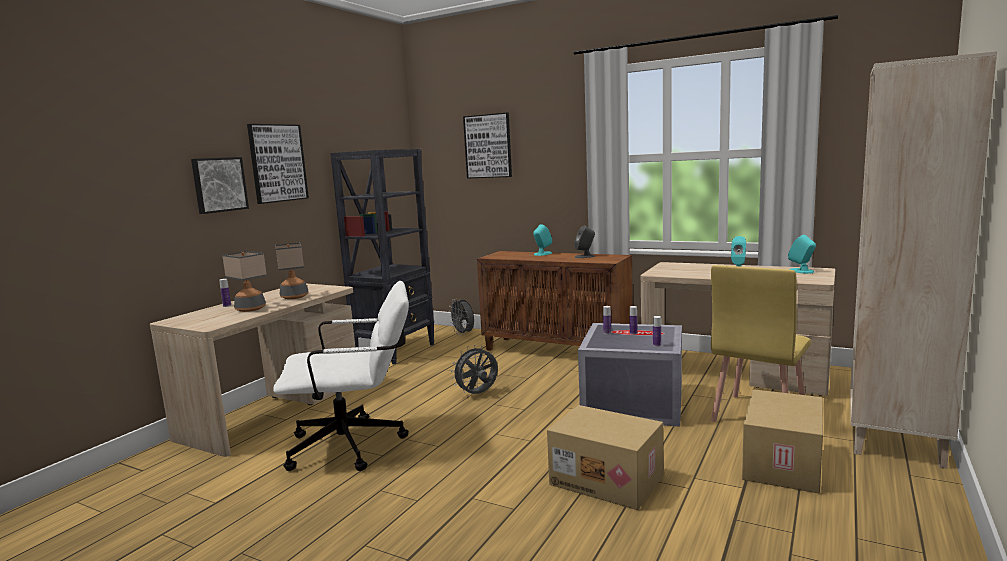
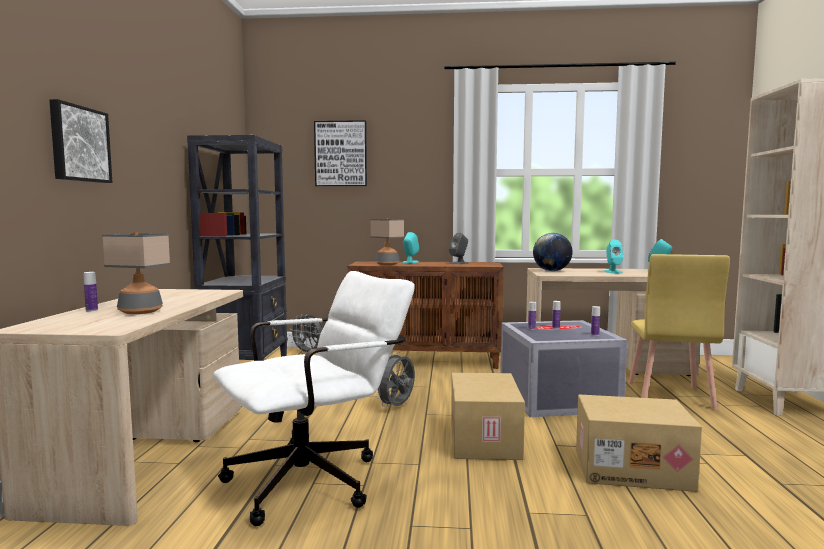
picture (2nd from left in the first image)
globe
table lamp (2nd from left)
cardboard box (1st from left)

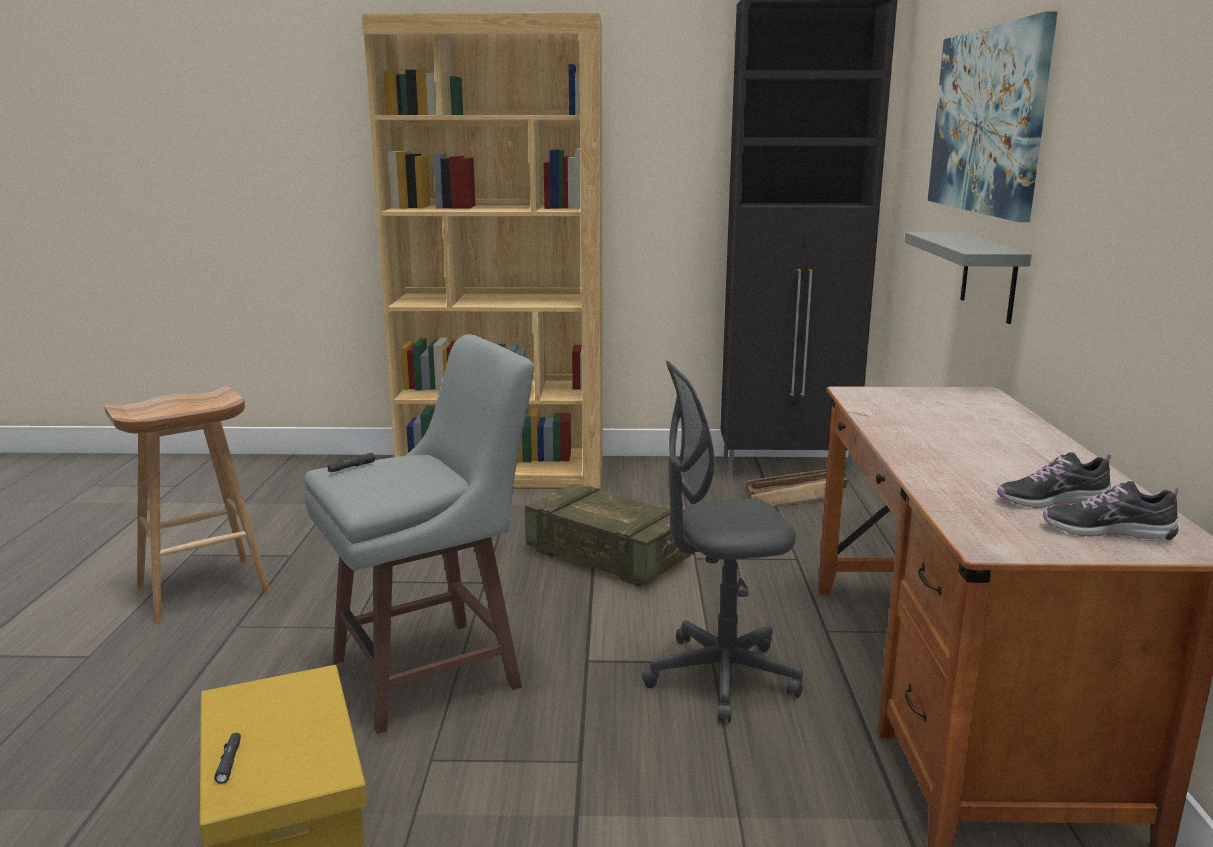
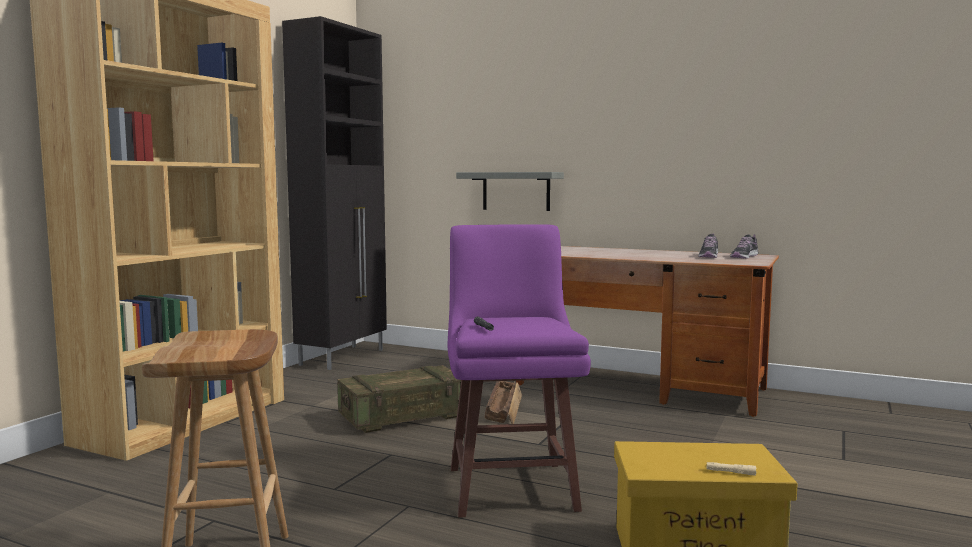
office chair (grey)
picture
crate (2nd from left)
flashlight (beige)
stool (purple)

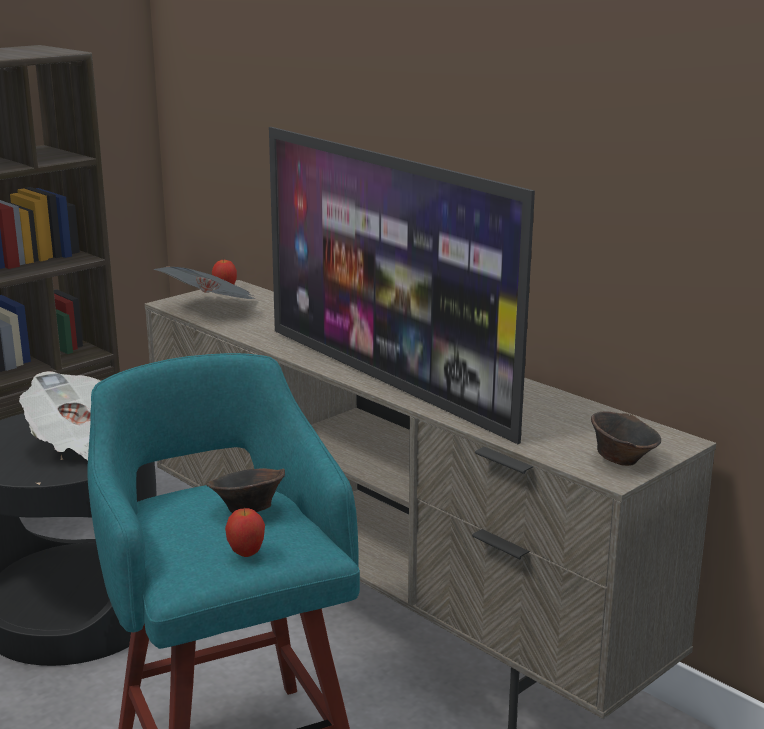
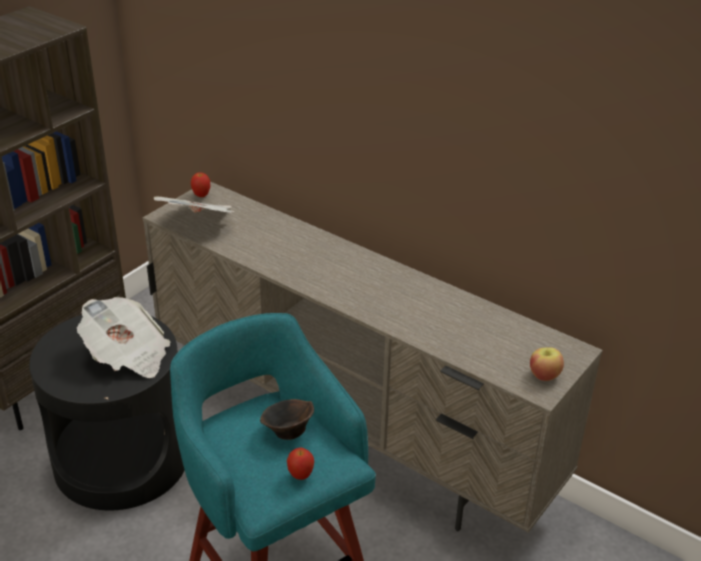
television
apple (3rd from left)

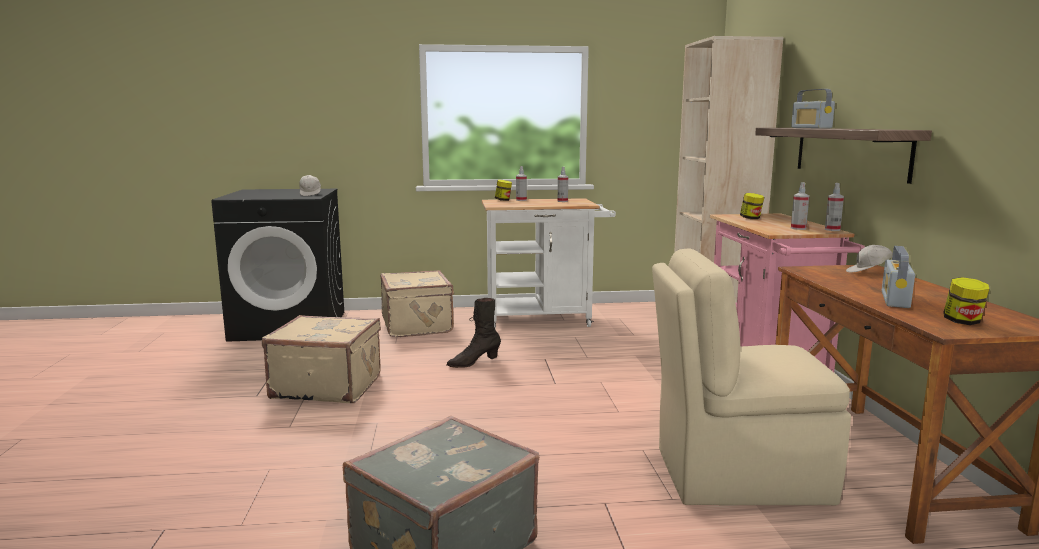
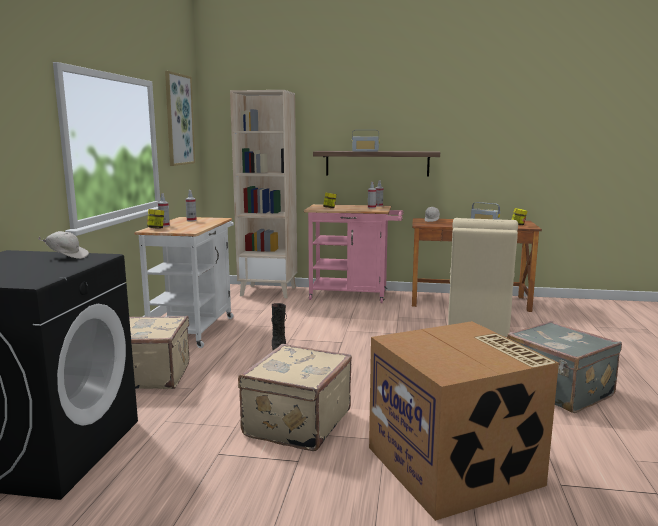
picture
cardboard box

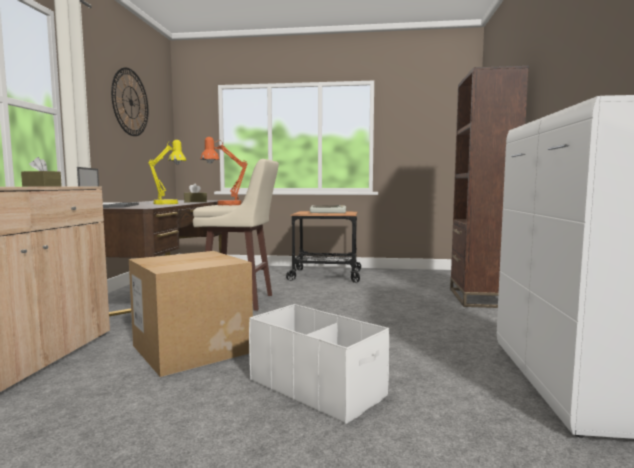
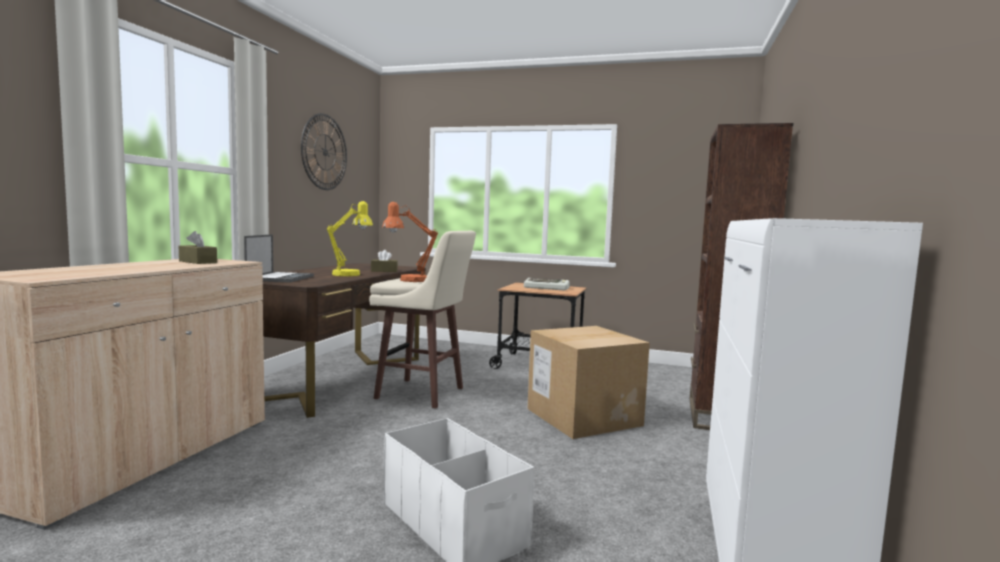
cardboard box

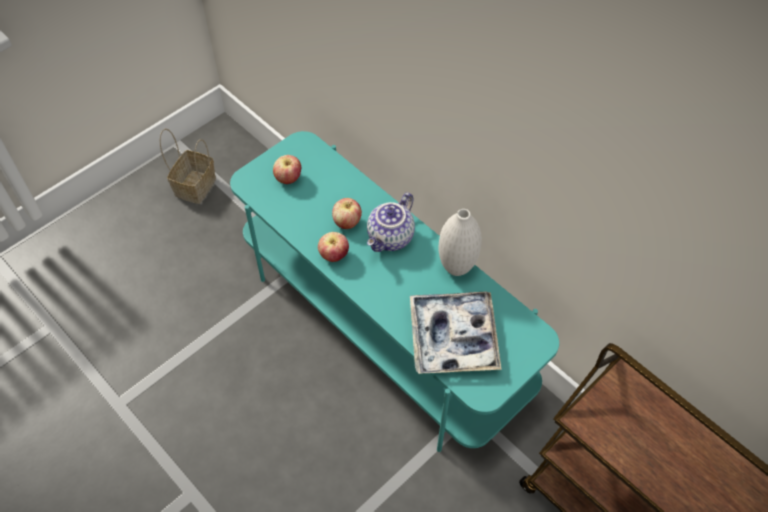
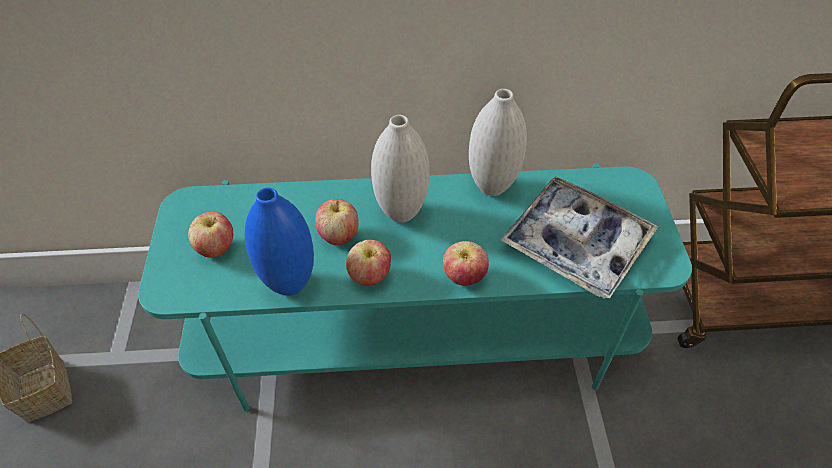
vase (blue)
apple (4th from left)
vase (white) (1st from left)

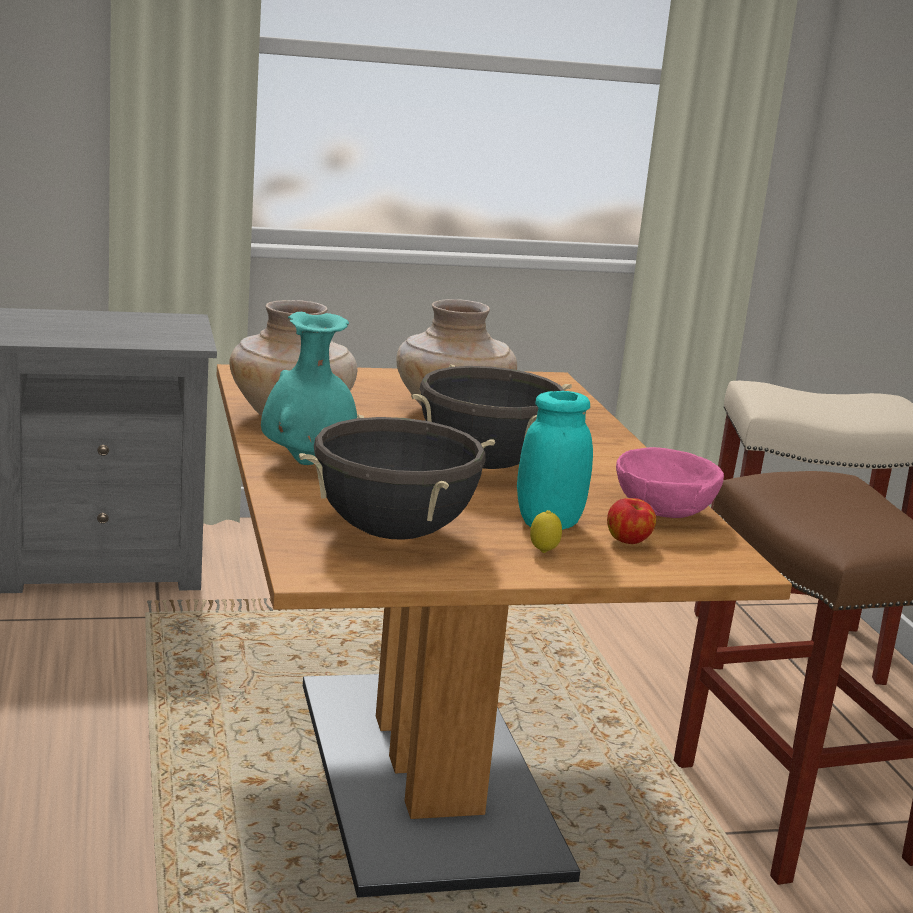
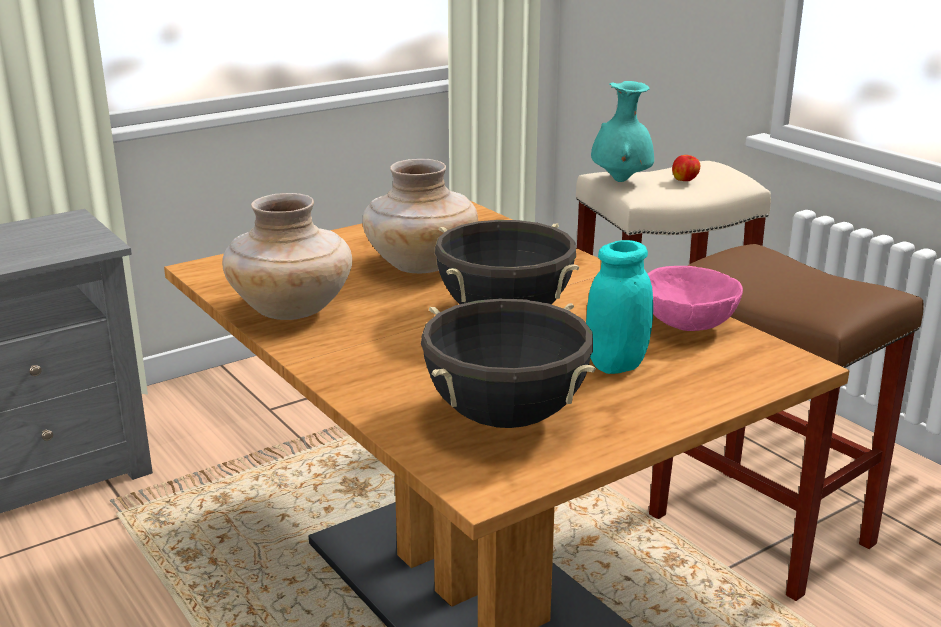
lemon
vase (turquoise)
apple

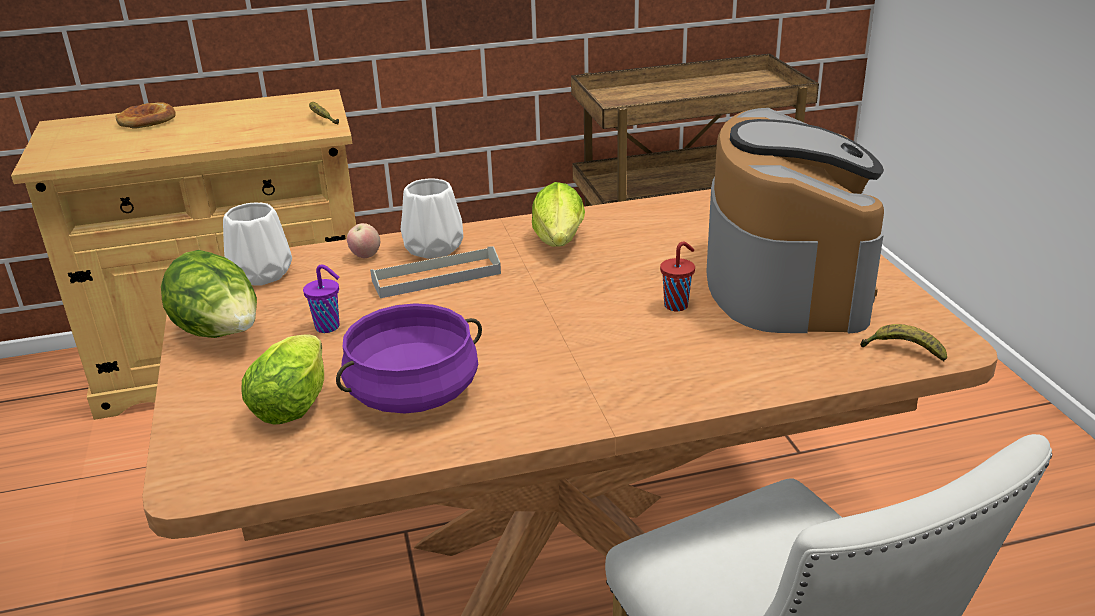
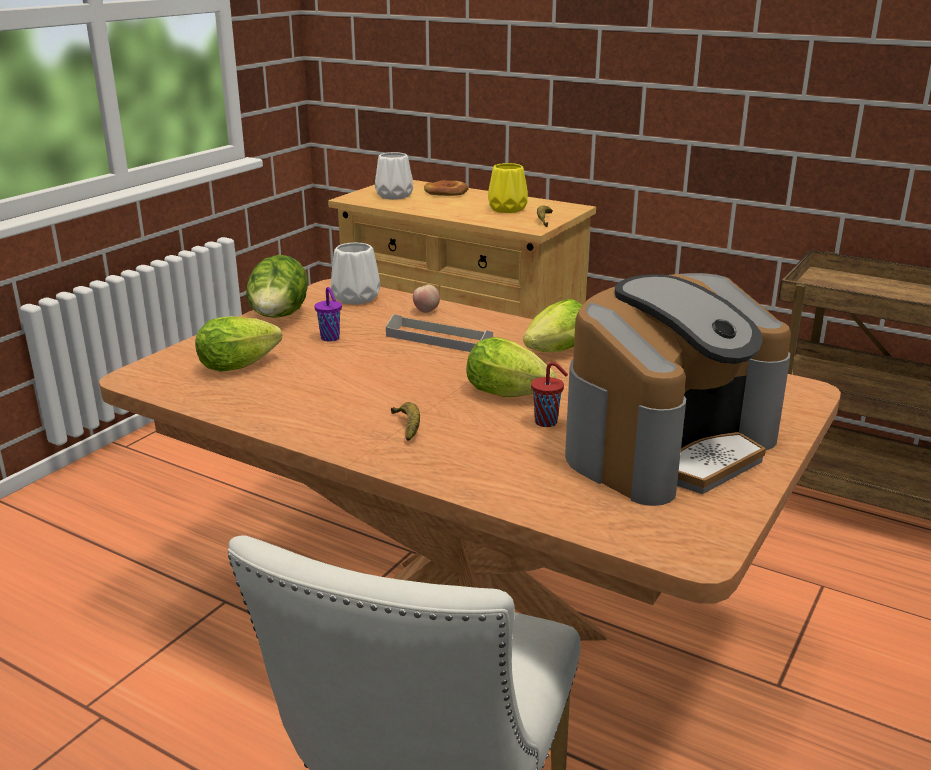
cooking pot (purple)
lettuce (3rd from left)
vase (yellow)
vase (white) (2nd from left)
banana (1st from left)

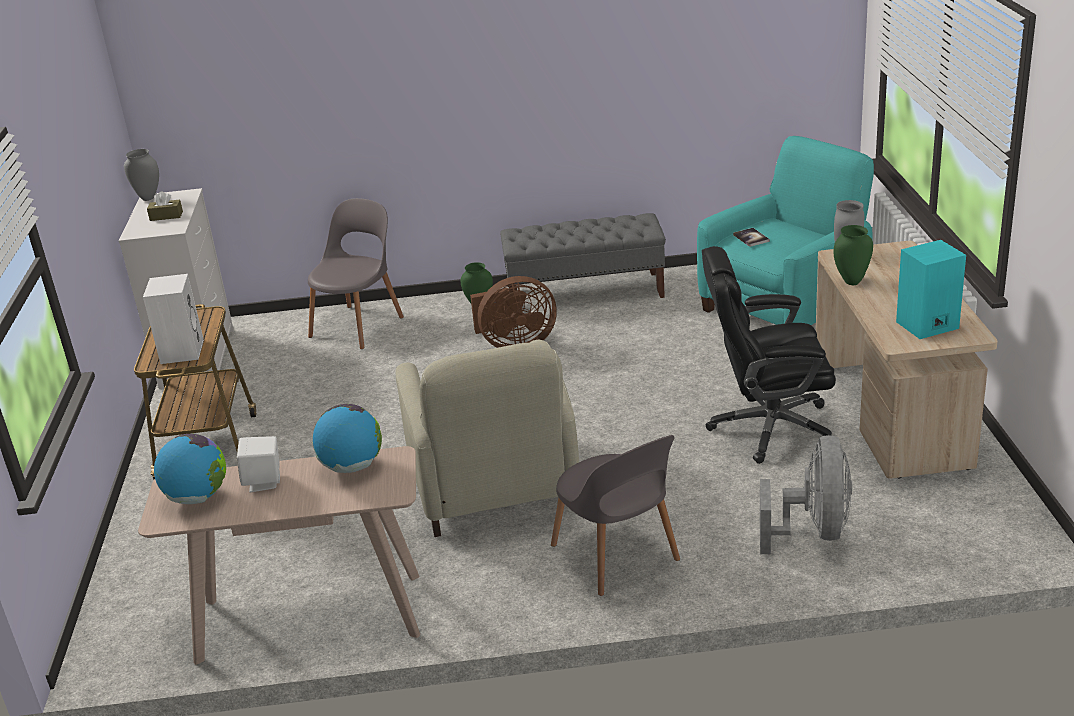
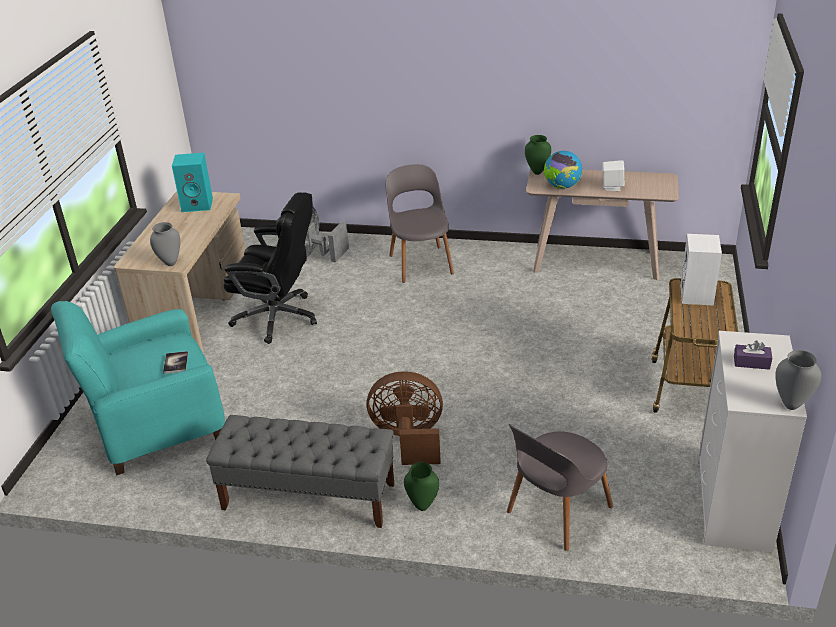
globe (1st from left in the first image)
armchair (beige)
vase (green) (2nd from left)
tissue box (purple)

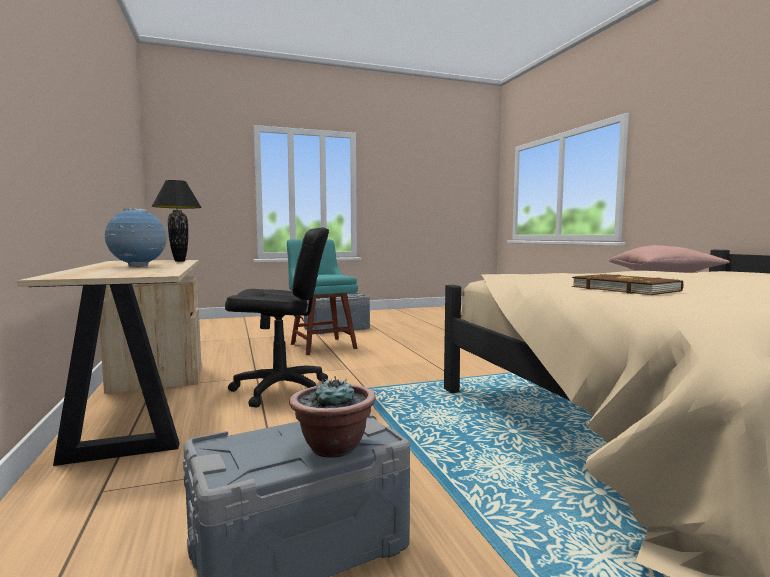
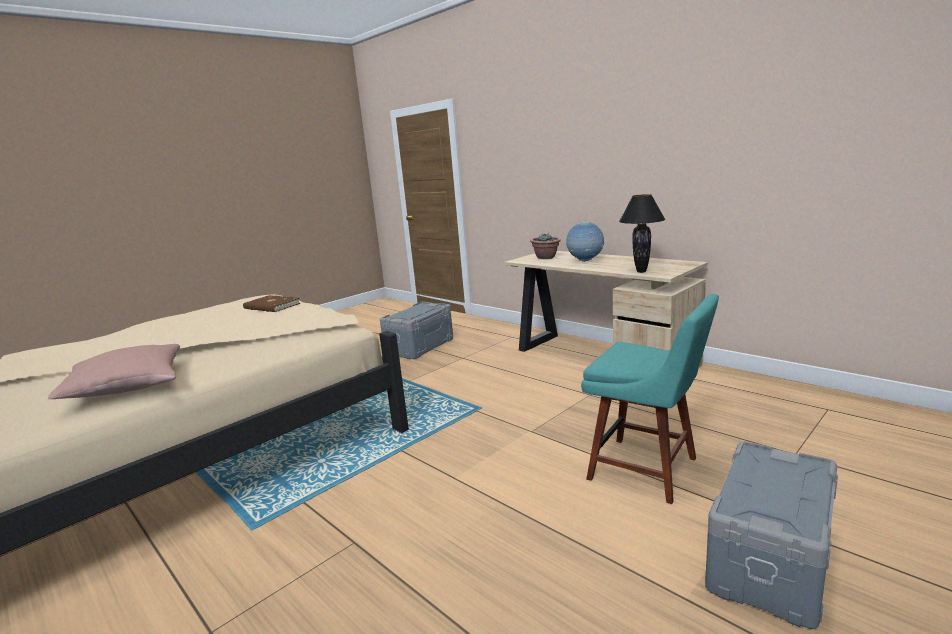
office chair (black)
potted plant

